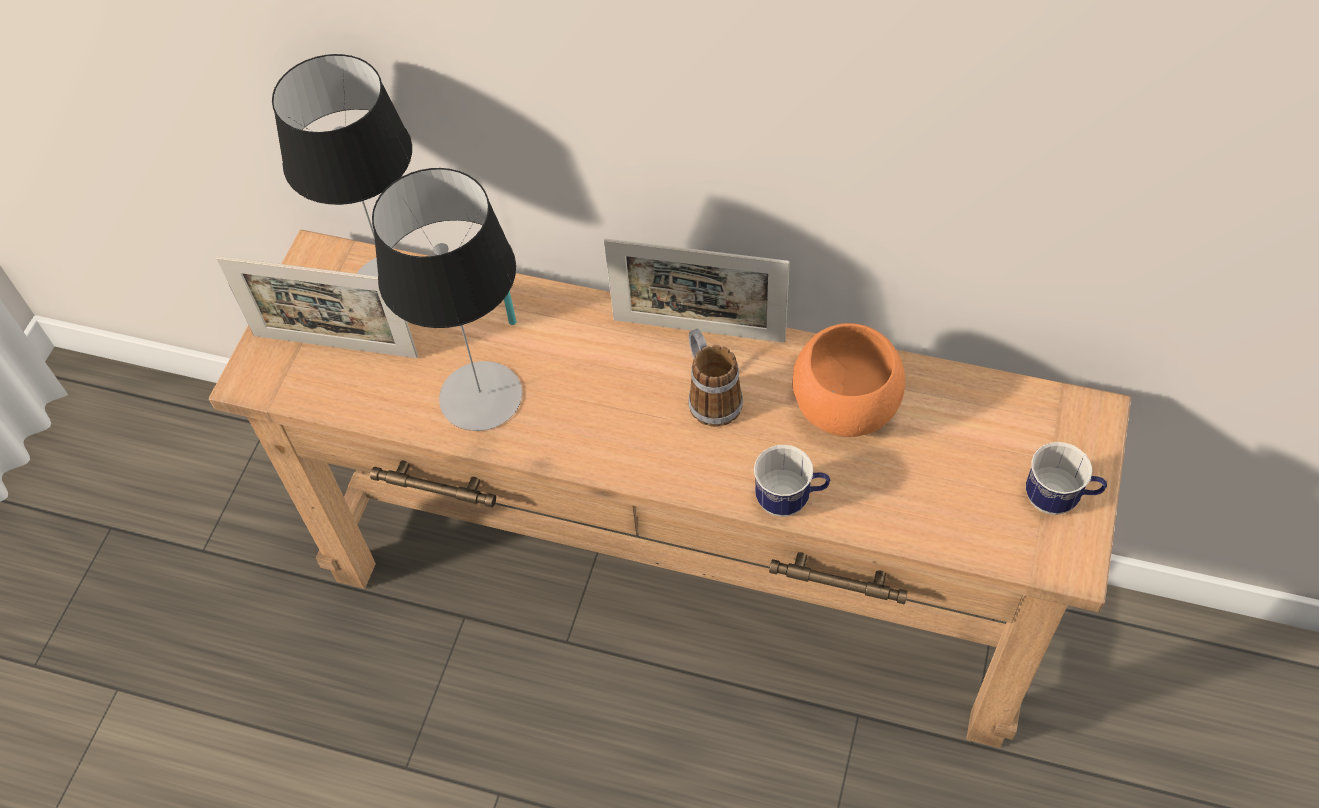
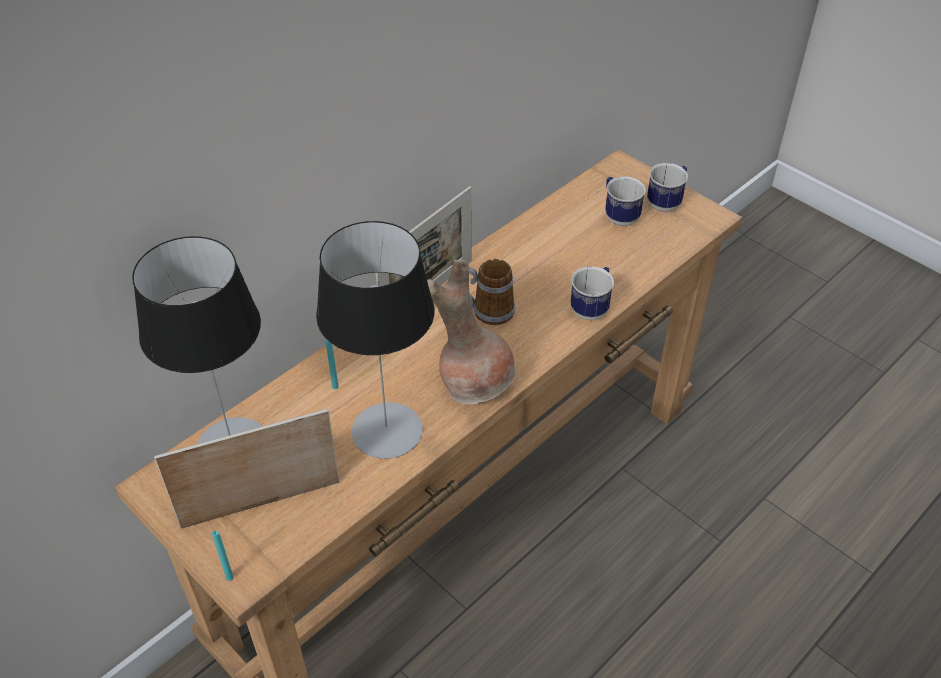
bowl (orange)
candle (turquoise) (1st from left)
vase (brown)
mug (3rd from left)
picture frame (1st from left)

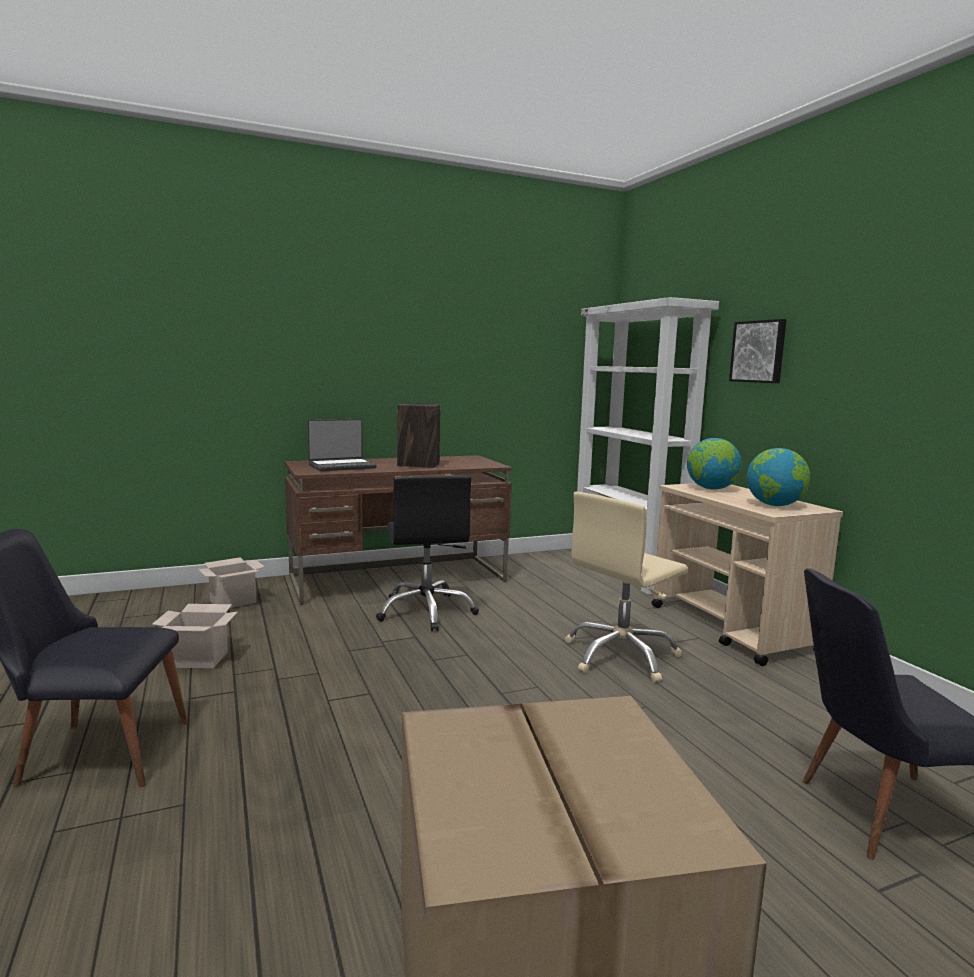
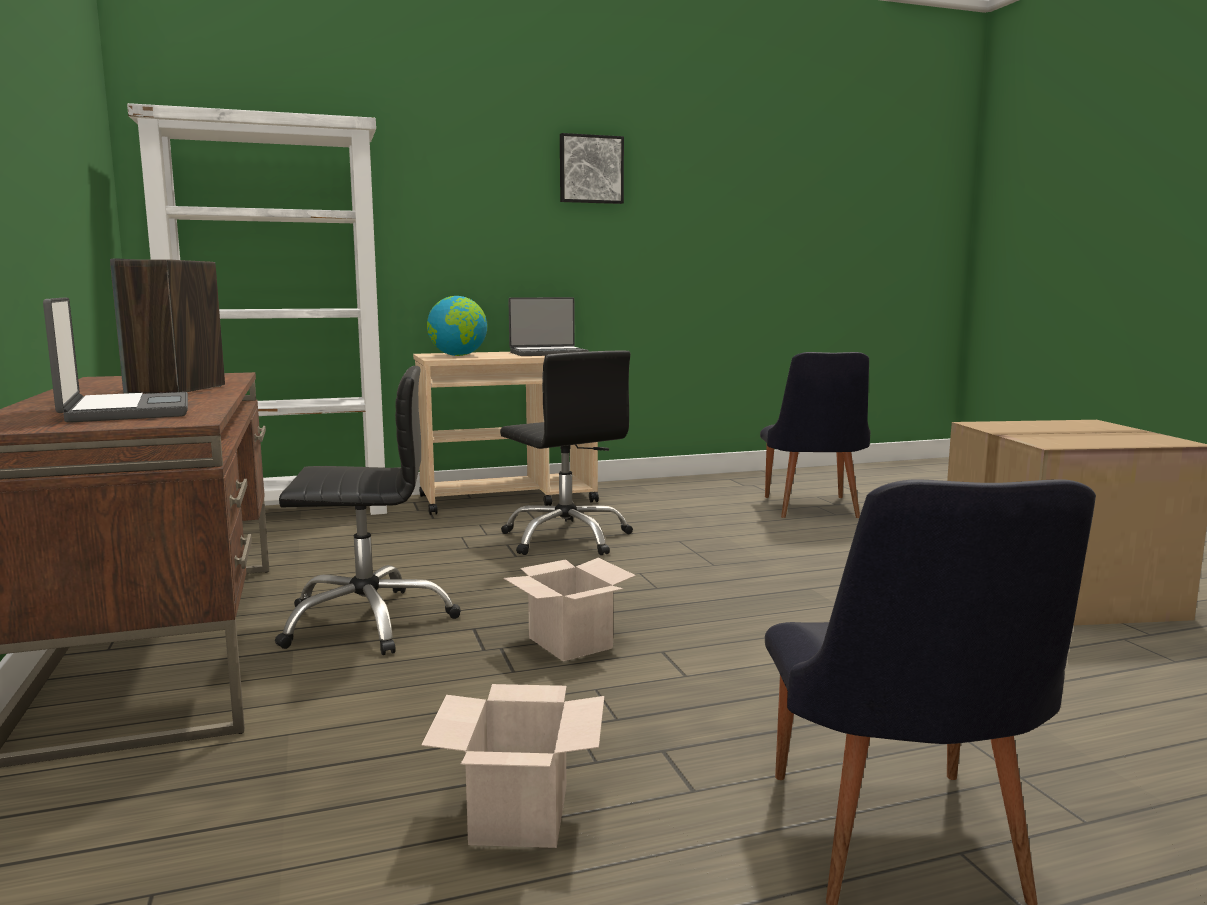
cardboard box (2nd from left)
picture
laptop (2nd from left)
office chair (black) (2nd from left)

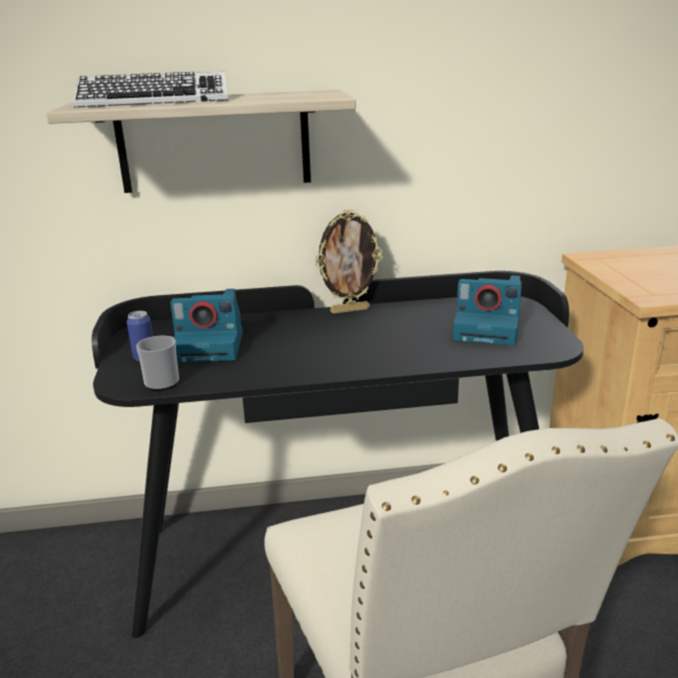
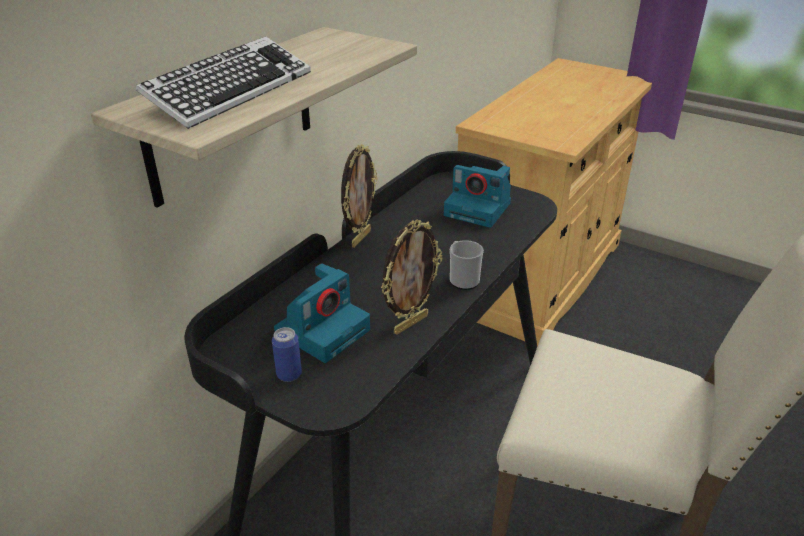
picture frame (2nd from left)
mug
photo camera (2nd from left)

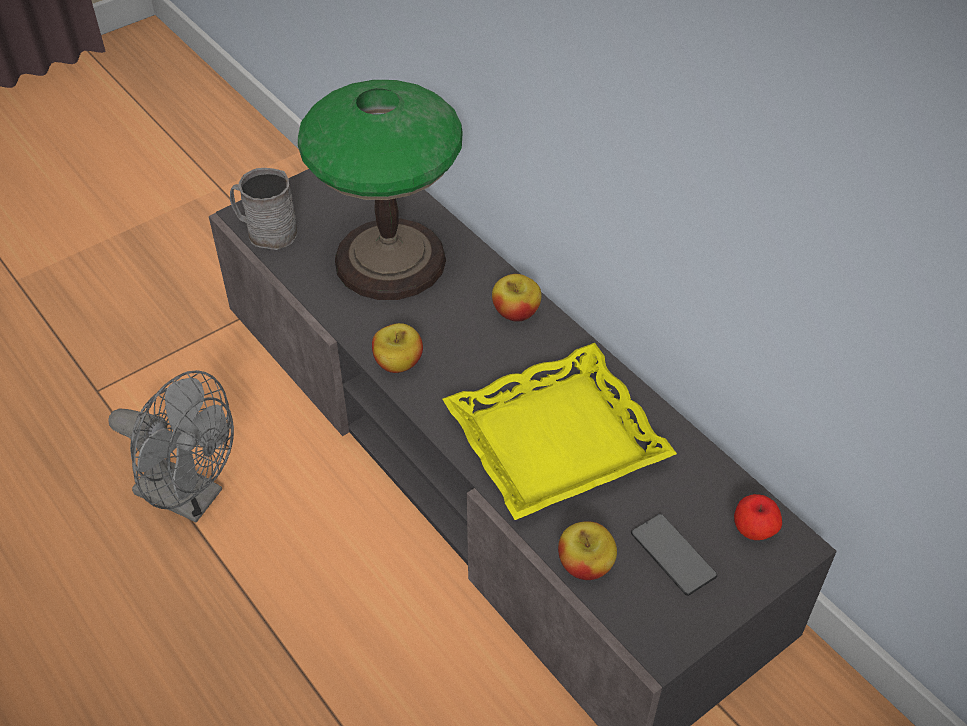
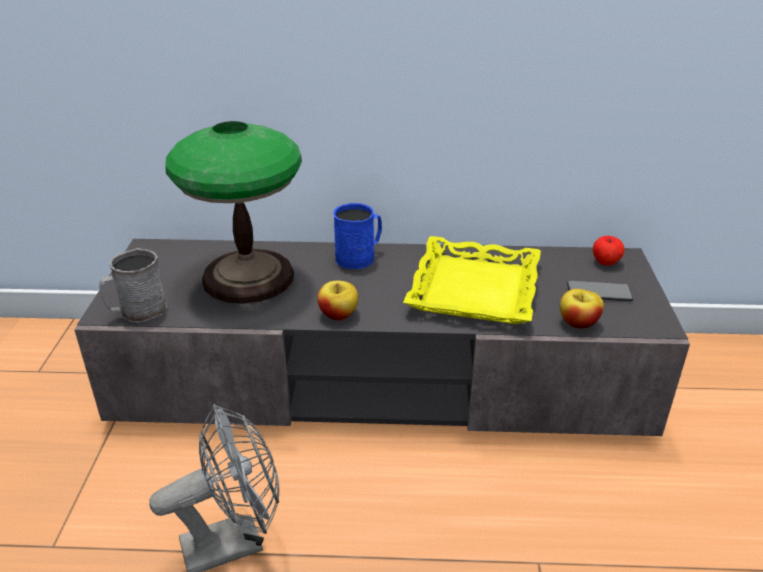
mug (blue)

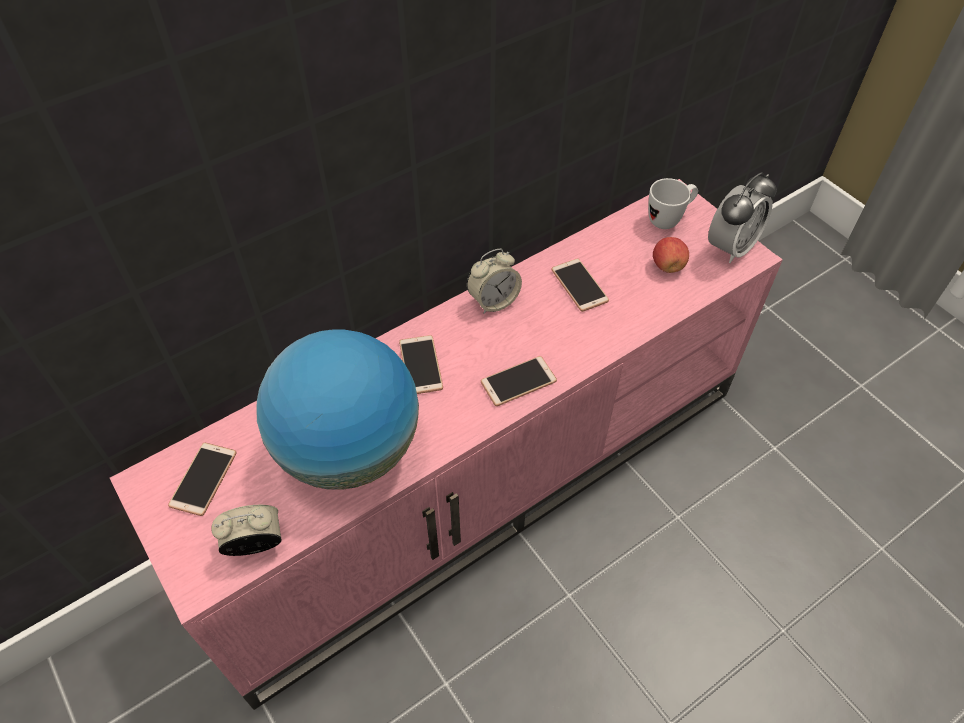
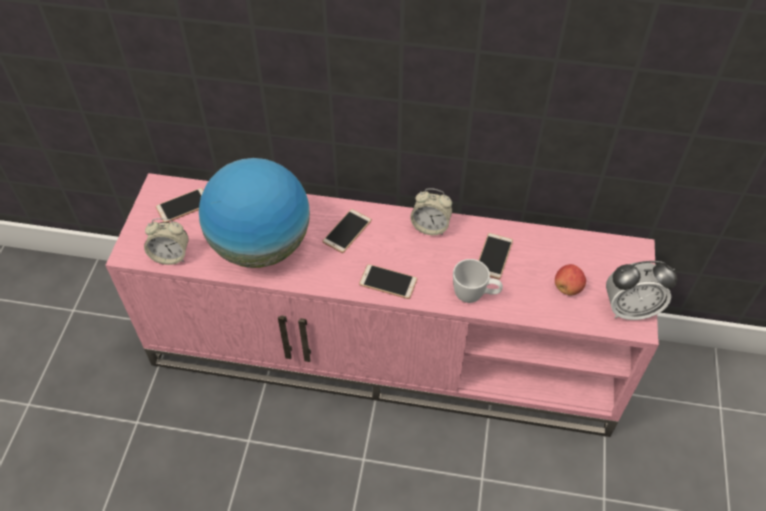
mug (white)
alarm clock (1st from left)

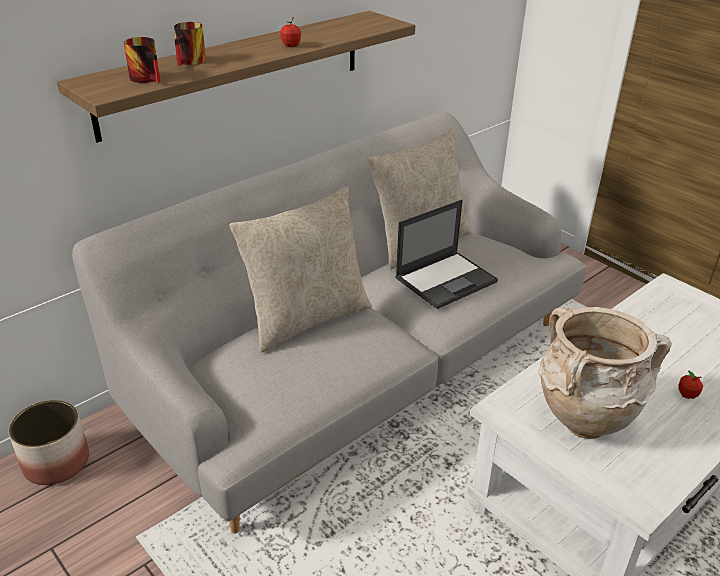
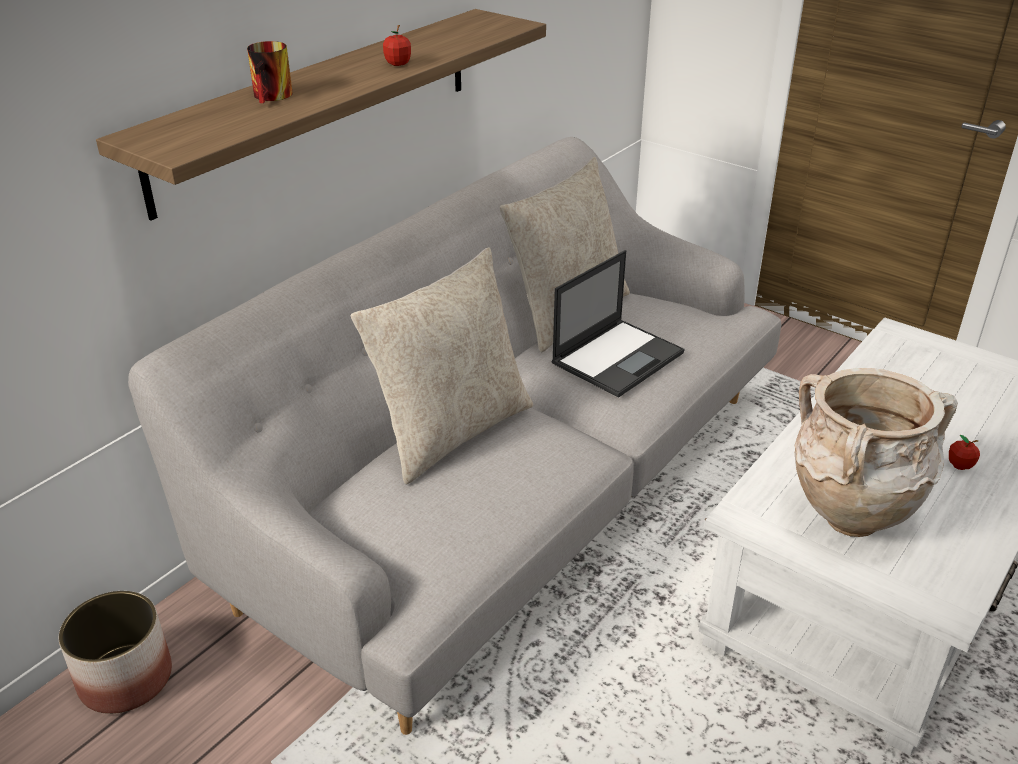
mug (1st from left in the first image)

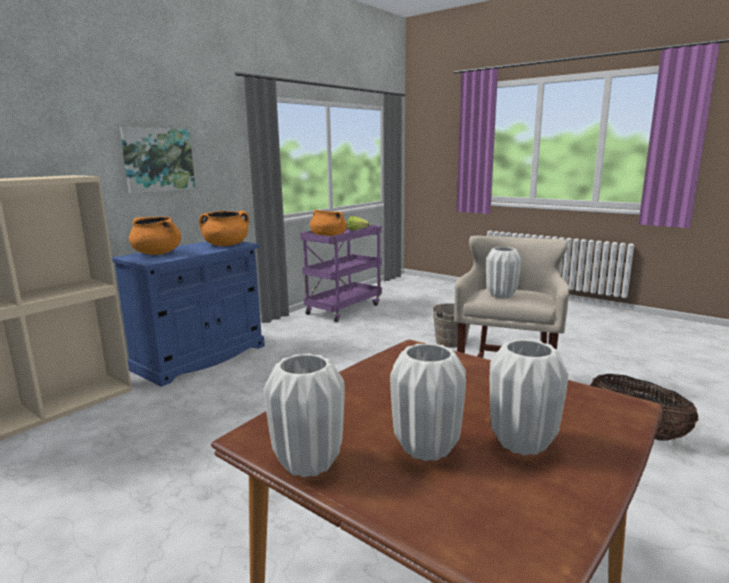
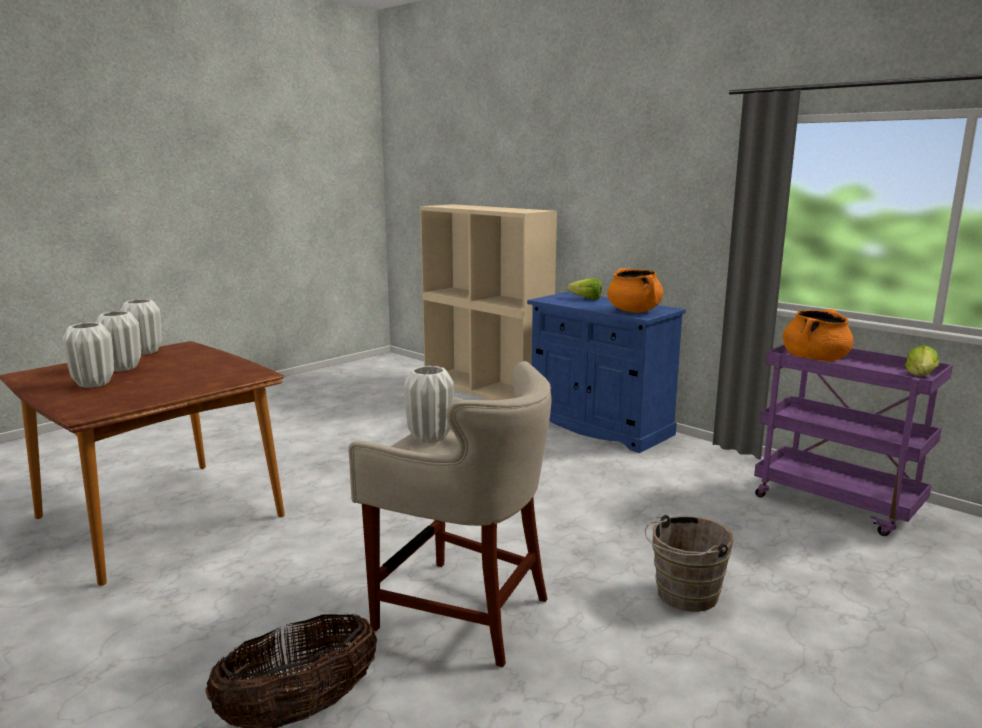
picture
lettuce (1st from left)

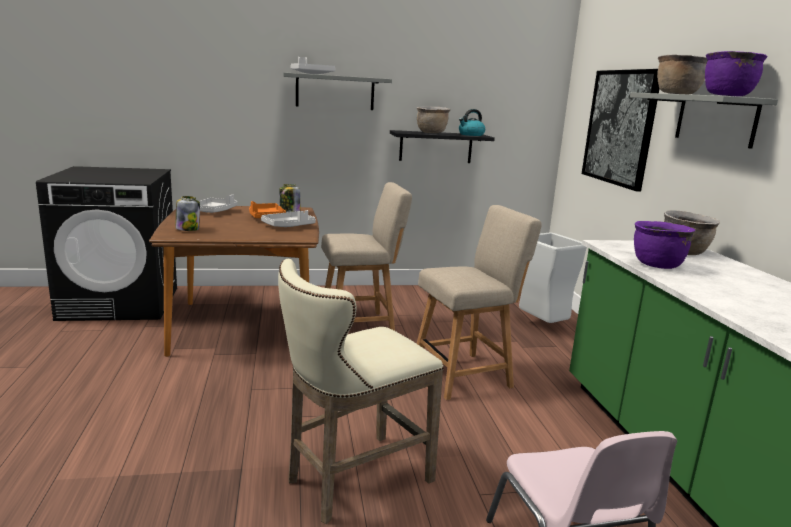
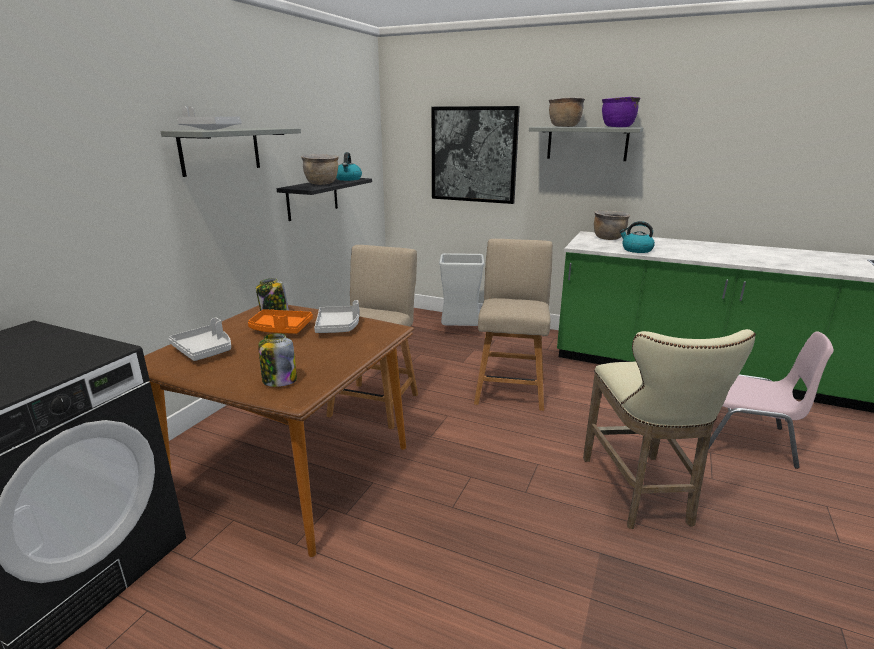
kettle (2nd from left)

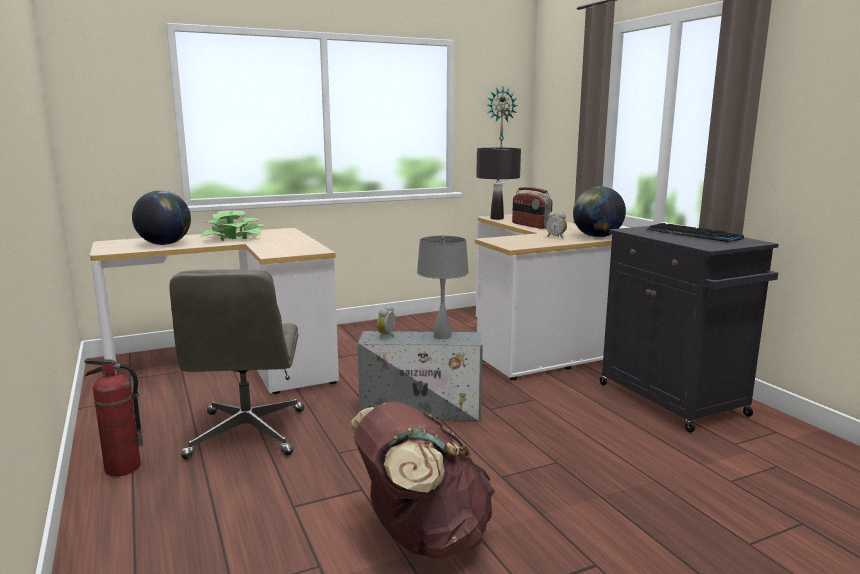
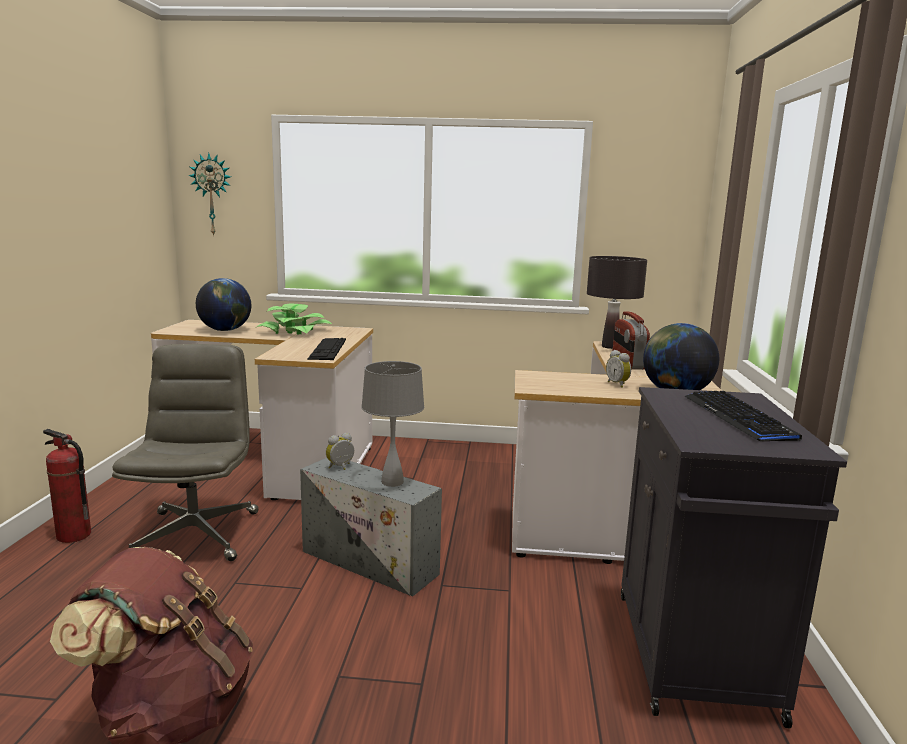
keyboard (1st from left)
wall clock
office chair (grey)

